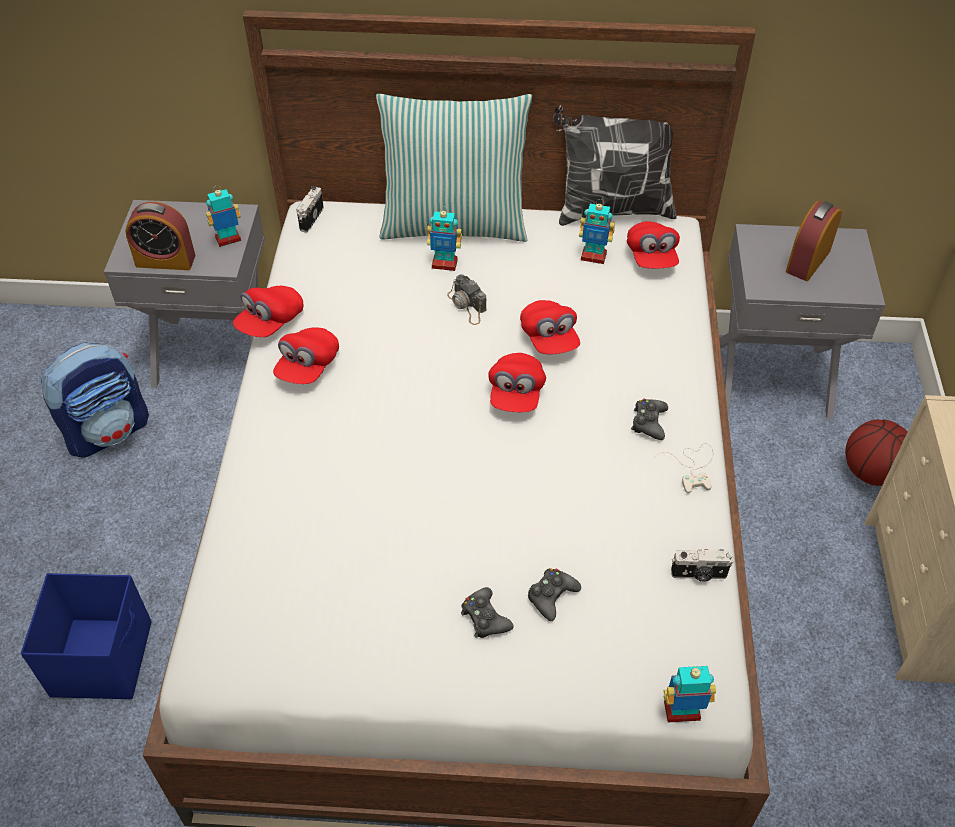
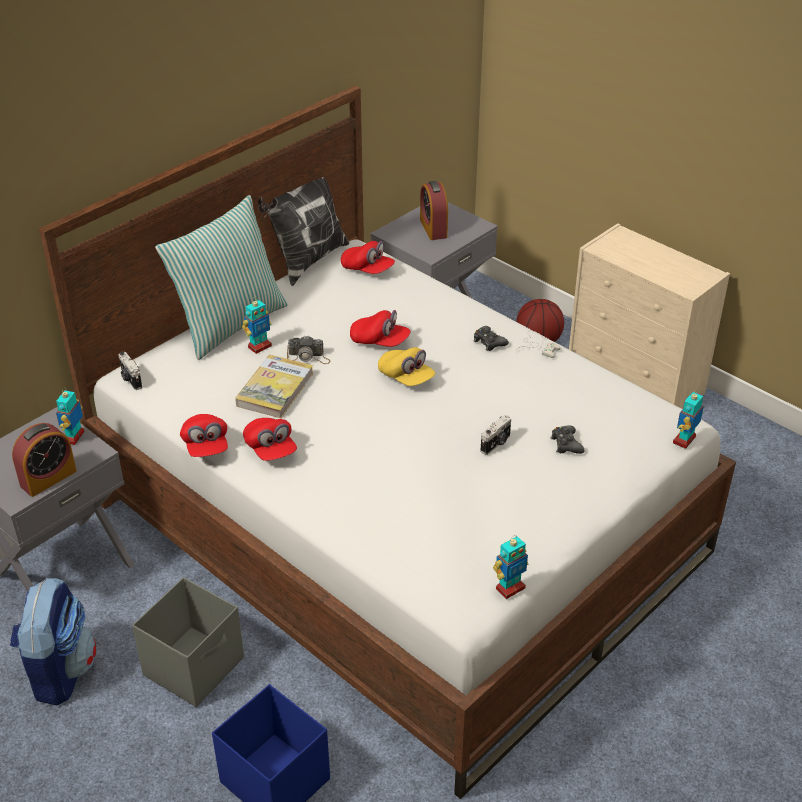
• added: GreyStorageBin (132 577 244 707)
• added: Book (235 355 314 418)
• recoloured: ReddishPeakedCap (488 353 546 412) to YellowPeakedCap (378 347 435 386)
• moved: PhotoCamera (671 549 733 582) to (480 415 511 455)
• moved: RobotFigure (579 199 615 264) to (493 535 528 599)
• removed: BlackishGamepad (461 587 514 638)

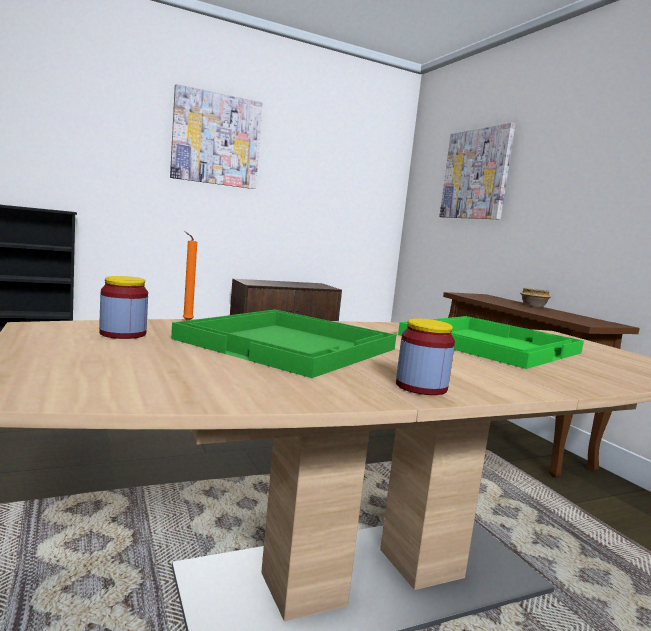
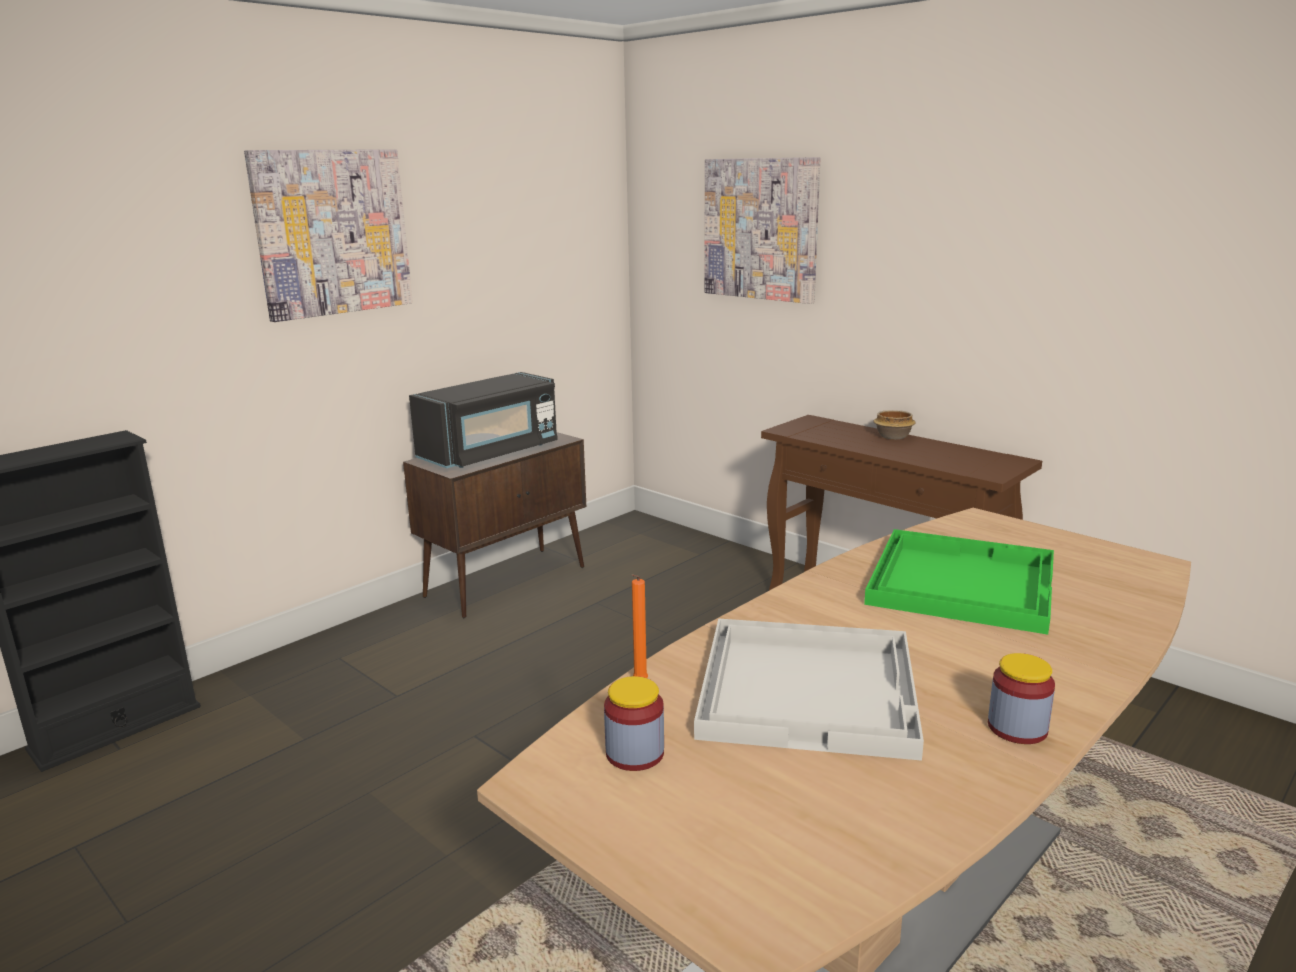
• added: BlackishMicrowaveOven (409 372 558 468)
• recoloured: GreenColouredCarryingTray (171 310 396 378) to WhiteColouredCarryingTray (694 618 924 761)

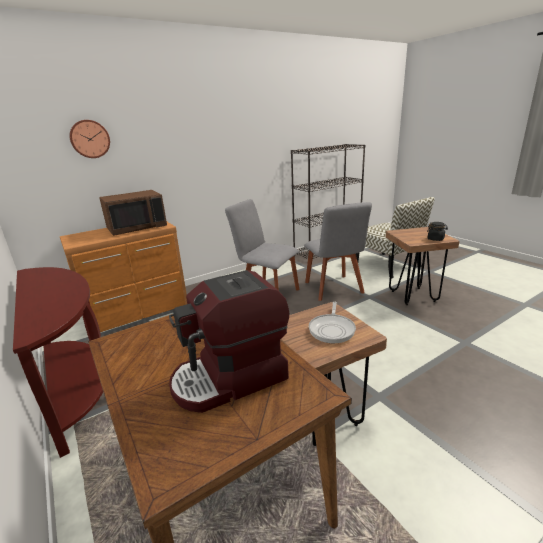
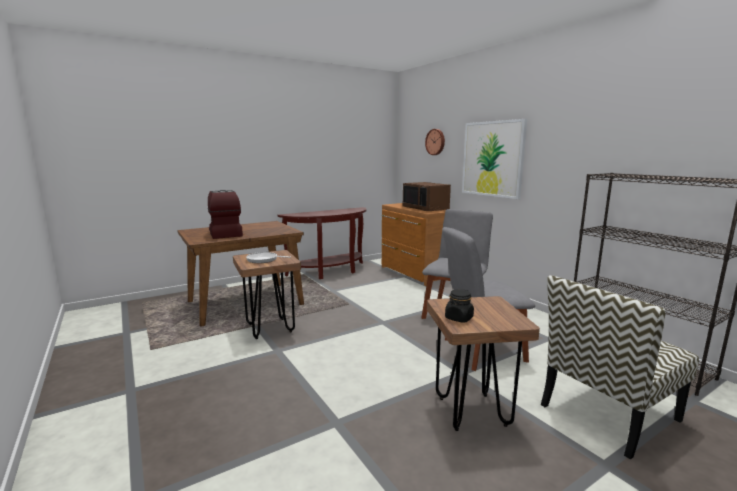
• added: WallPicture (462 119 527 199)

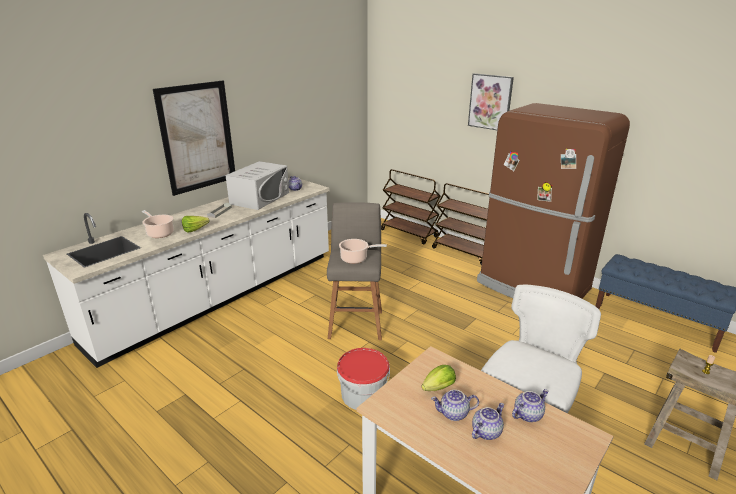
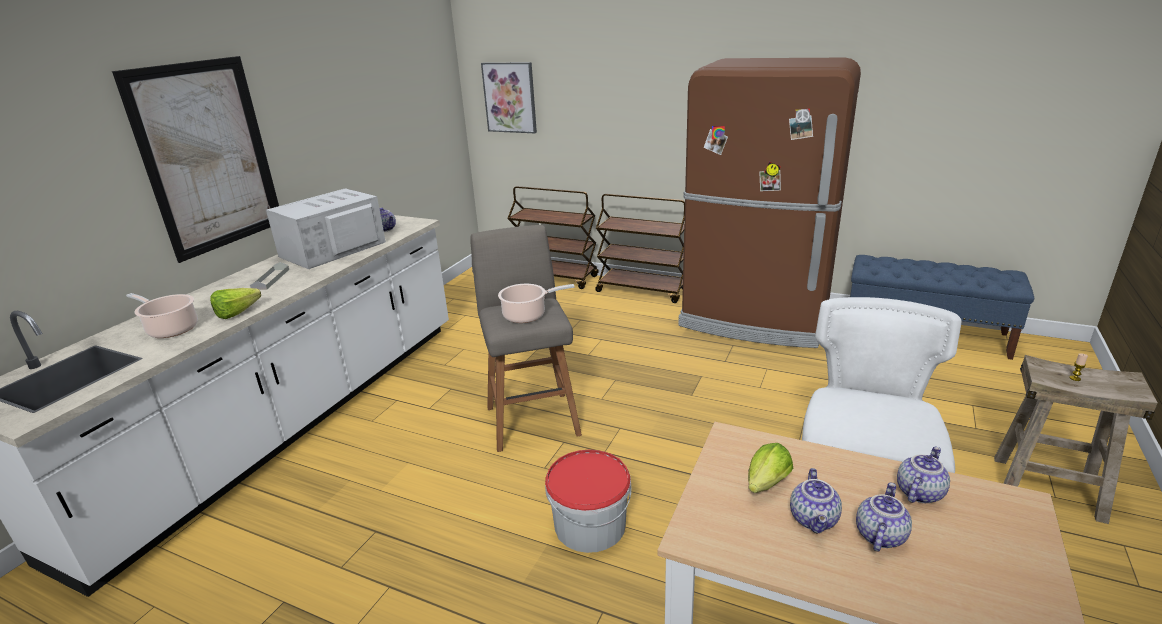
• turned: WhiteColouredMicrowaveOven (225 161 289 210) = (266 188 386 269) 150 degrees counterclockwise
• moved: WallPicture (468 73 514 130) to (481 62 537 133)
• turned: Teapot (431 390 479 421) = (790 468 842 533) 60 degrees counterclockwise

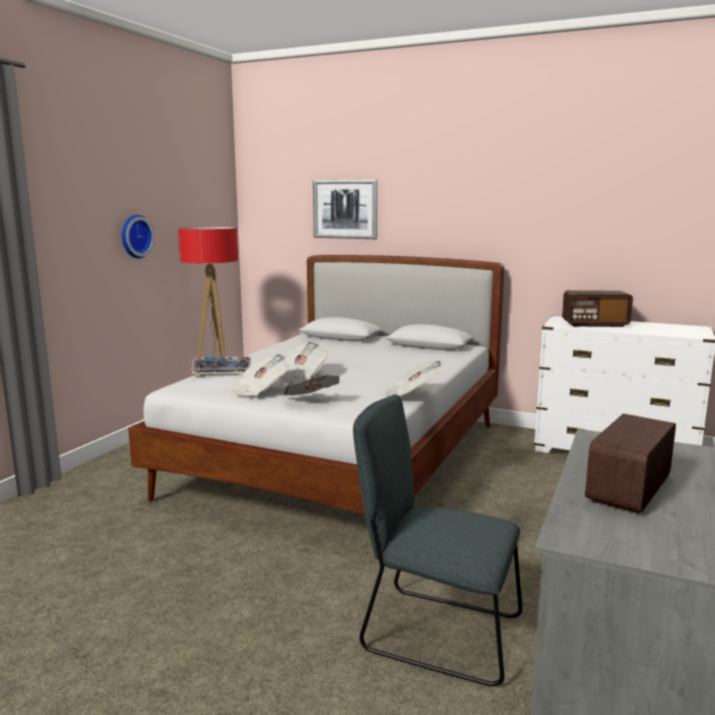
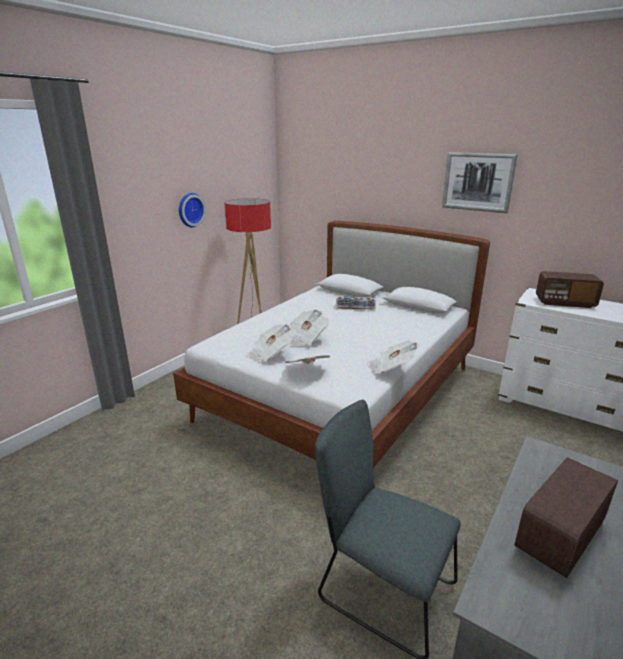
• moved: PcKeyboard (191 356 251 374) to (335 297 376 311)
• moved: WallPicture (313 179 378 239) to (442 152 518 213)

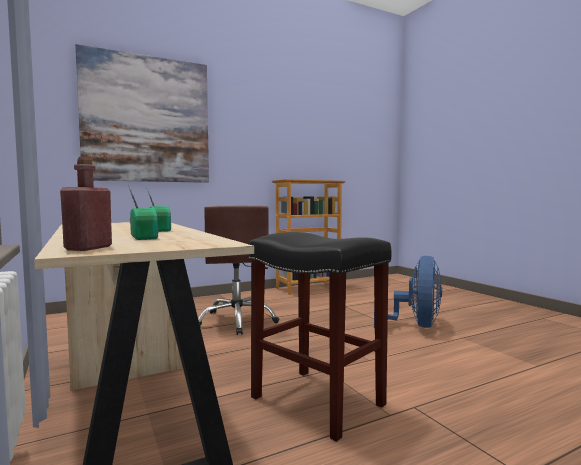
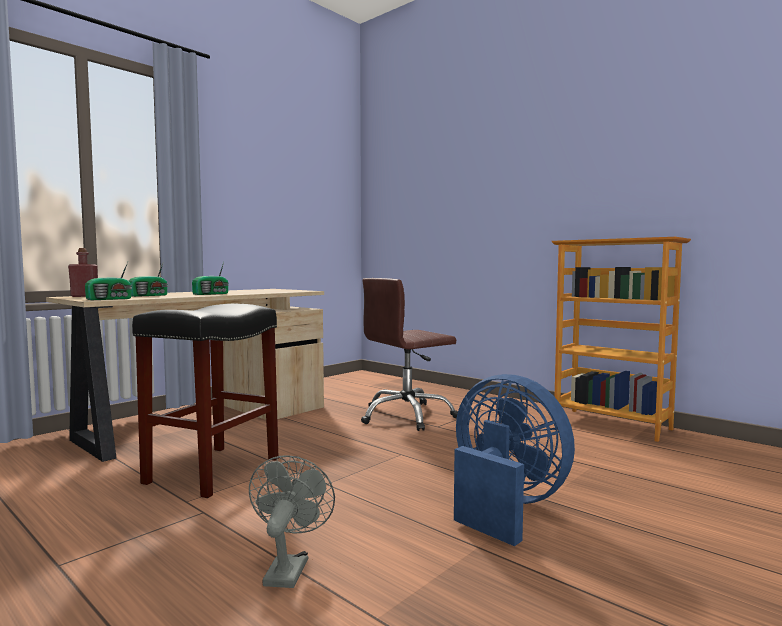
• added: Radio (85 260 132 300)
• added: GreyFan (249 455 335 588)
• turned: BlueColouredFan (374 256 442 328) = (454 374 575 546) 135 degrees counterclockwise
• removed: WallPicture (76 44 209 183)

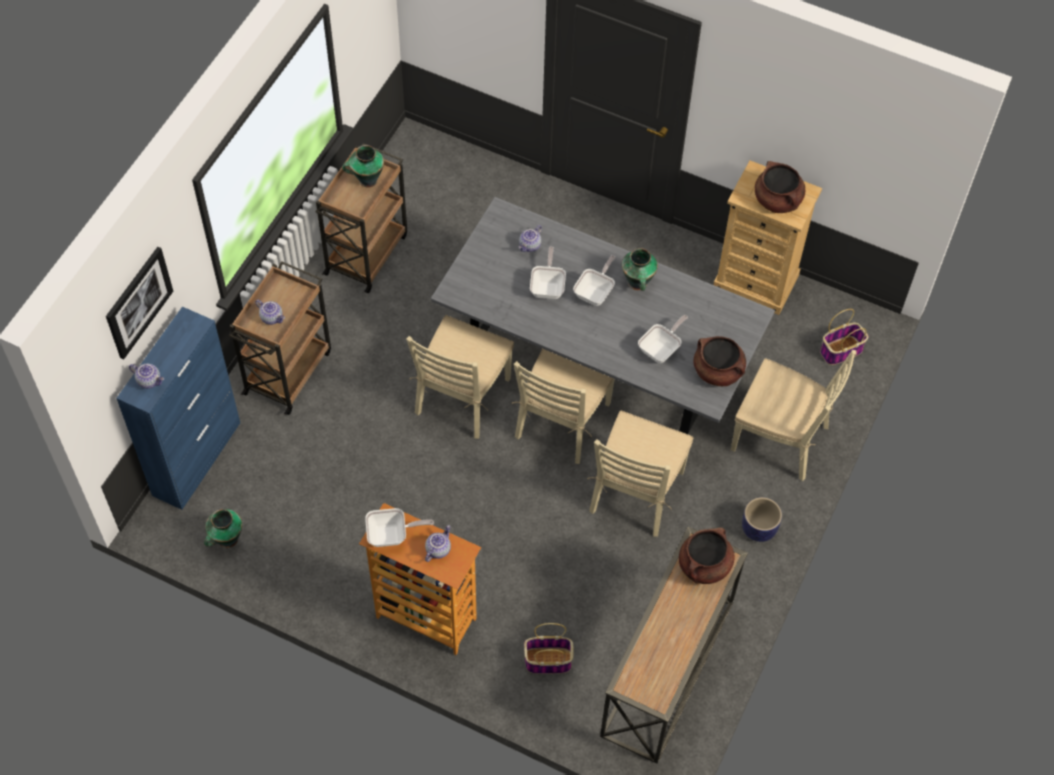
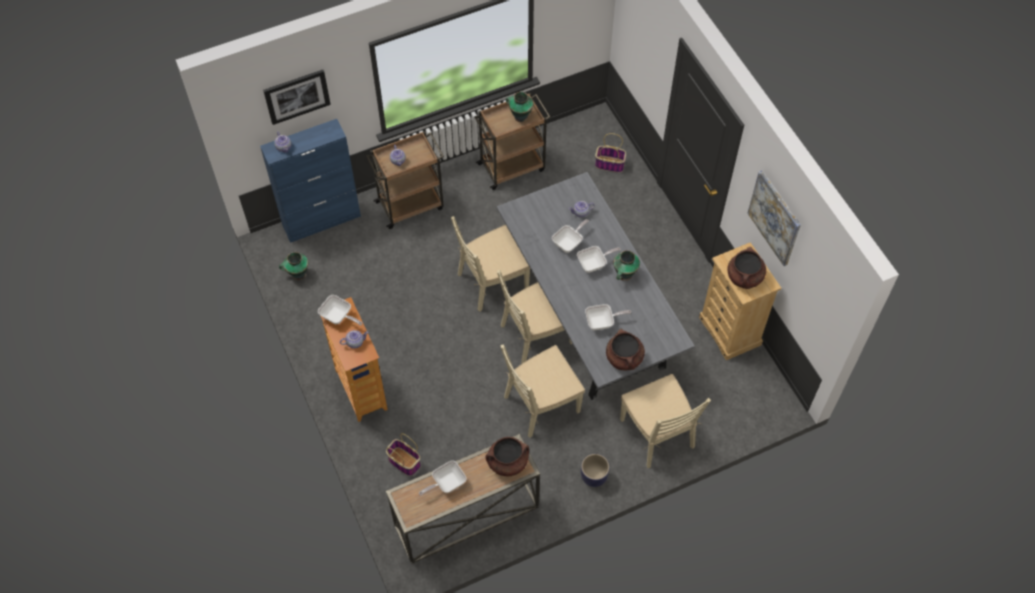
• added: Skillet (419 461 466 496)
• moved: HouseholdBasket (820 309 868 365) to (595 133 626 172)
• added: WallPicture (748 170 801 266)

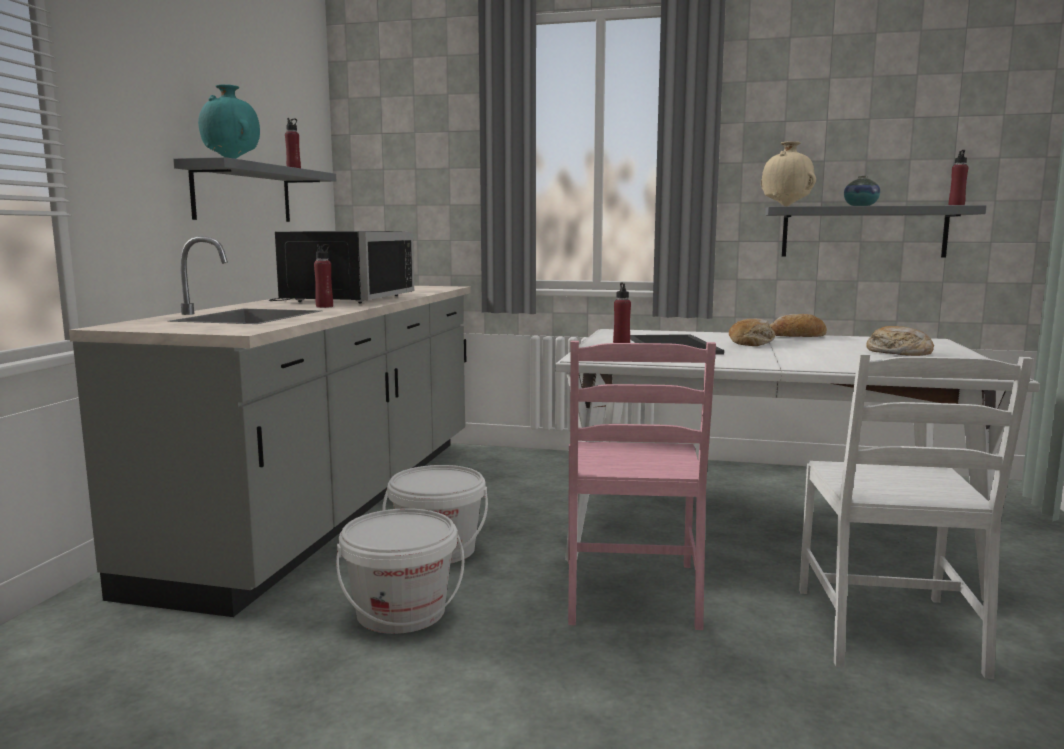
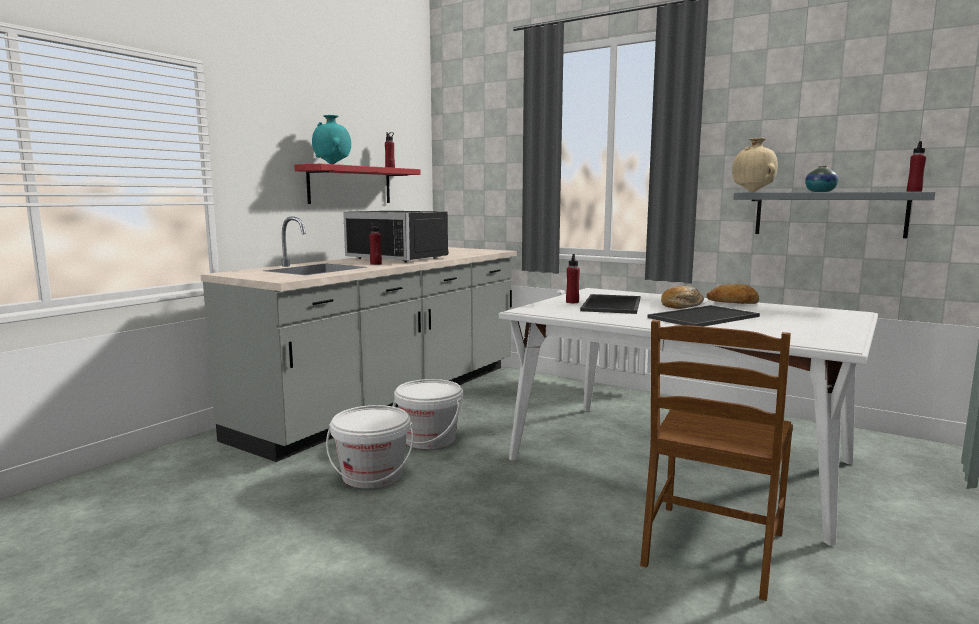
• recoloured: GreyBracketShelf (173 157 336 222) to ReddishBracketShelf (294 164 421 204)
• turned: BlackishMicrowaveOven (269 231 414 304) = (343 211 449 262) 90 degrees clockwise
• recoloured: WhiteColouredPlainChair (799 353 1034 679) to BrownColouredPlainChair (640 320 793 601)
• added: CarryingTray (647 305 760 326)
• removed: PinkColouredPlainChair (568 341 716 630)
• removed: Bread (866 326 934 356)

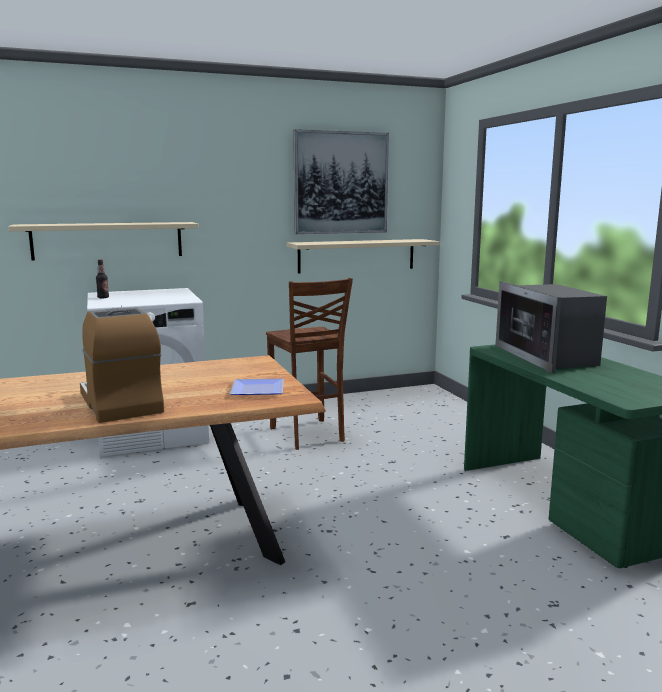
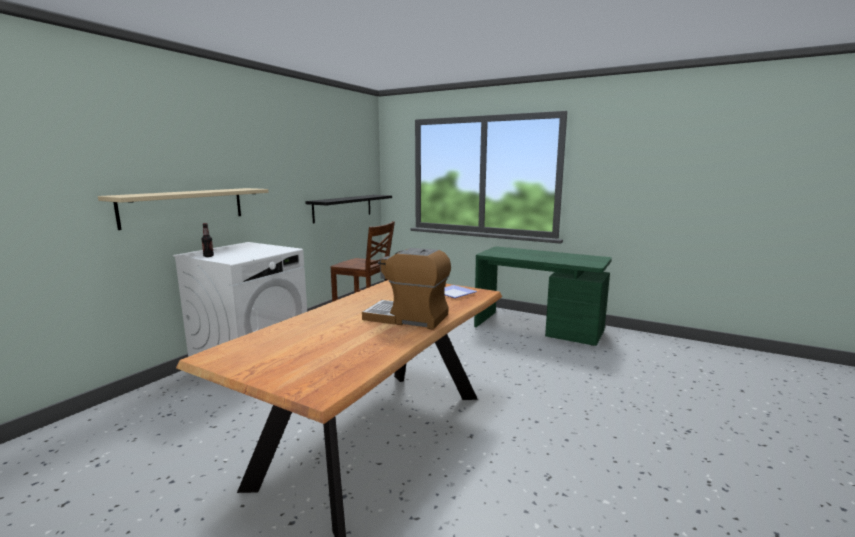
• recoloured: BeigeBracketShelf (286 239 440 273) to BlackishBracketShelf (305 195 392 223)
• removed: WallPicture (293 129 389 234)
• removed: MicrowaveOven (495 282 607 373)

